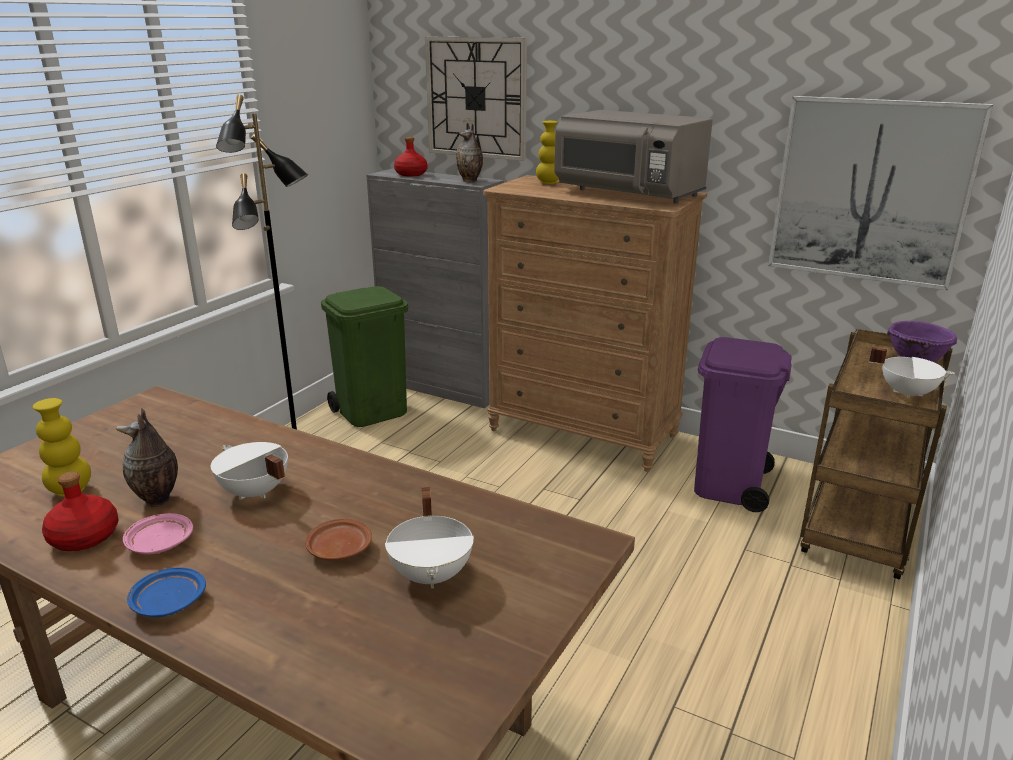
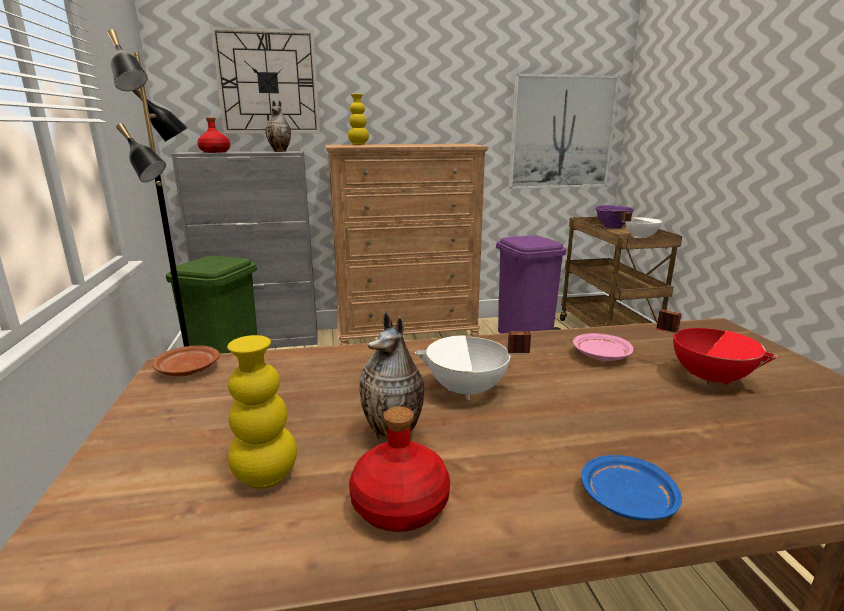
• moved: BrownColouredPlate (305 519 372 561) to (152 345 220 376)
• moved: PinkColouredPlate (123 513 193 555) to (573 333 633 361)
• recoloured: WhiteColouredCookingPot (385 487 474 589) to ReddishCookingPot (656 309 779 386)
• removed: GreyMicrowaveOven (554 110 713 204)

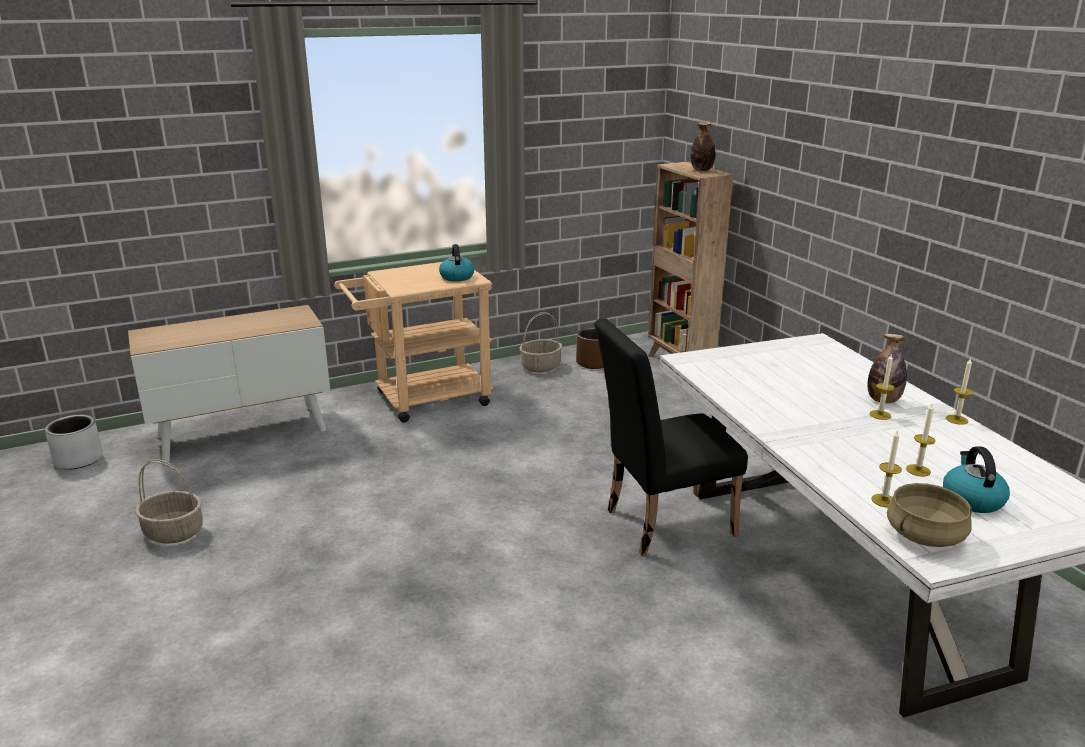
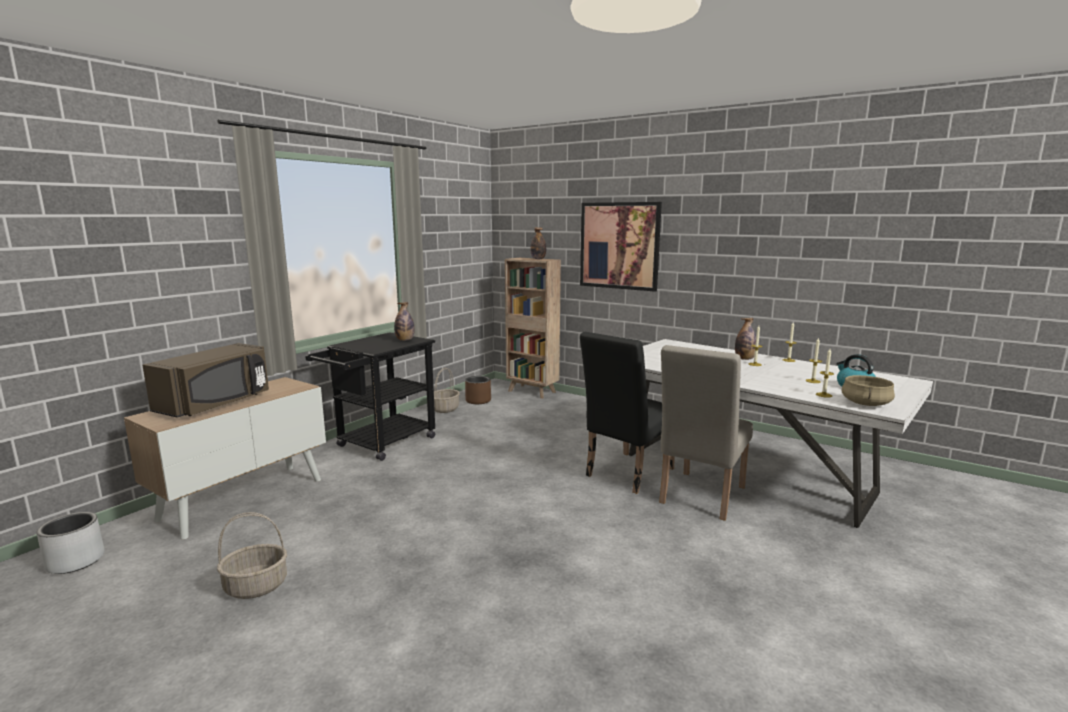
• added: BrownColouredMicrowaveOven (142 343 269 418)
• recoloured: BeigeCart (334 262 493 423) to BlackishCart (305 332 435 461)
• replaced: TeaKettle (439 244 474 282) to BeverageBottle (394 302 415 341)
• added: WallPicture (580 202 662 291)
• added: BeigePlainChair (659 345 753 521)

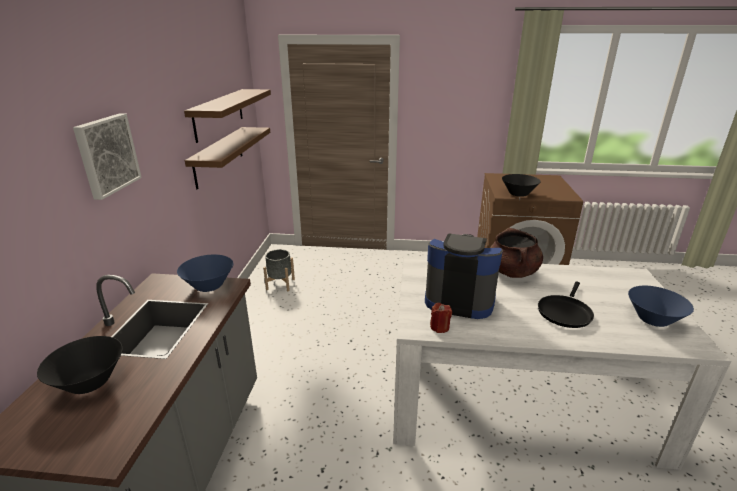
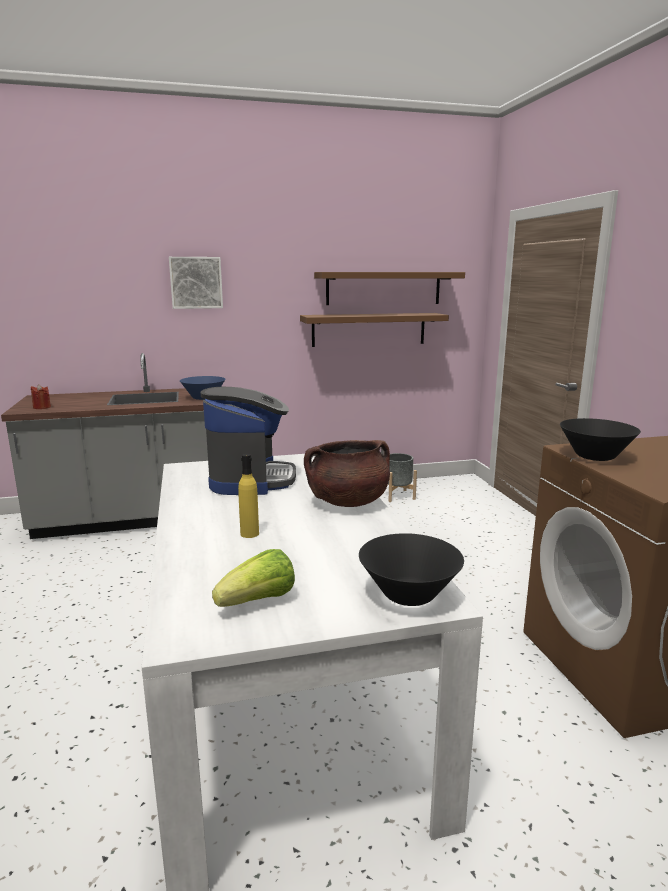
• moved: ReddishCandle (430 303 452 333) to (31 384 51 409)
• replaced: BlueColouredDeepDish (628 286 694 327) to LettuceHead (212 549 295 607)
• replaced: BlackishSkillet (538 281 594 328) to YellowBeverageBottle (238 454 259 538)
• moved: BlackishDeepDish (37 336 123 394) to (359 533 464 606)

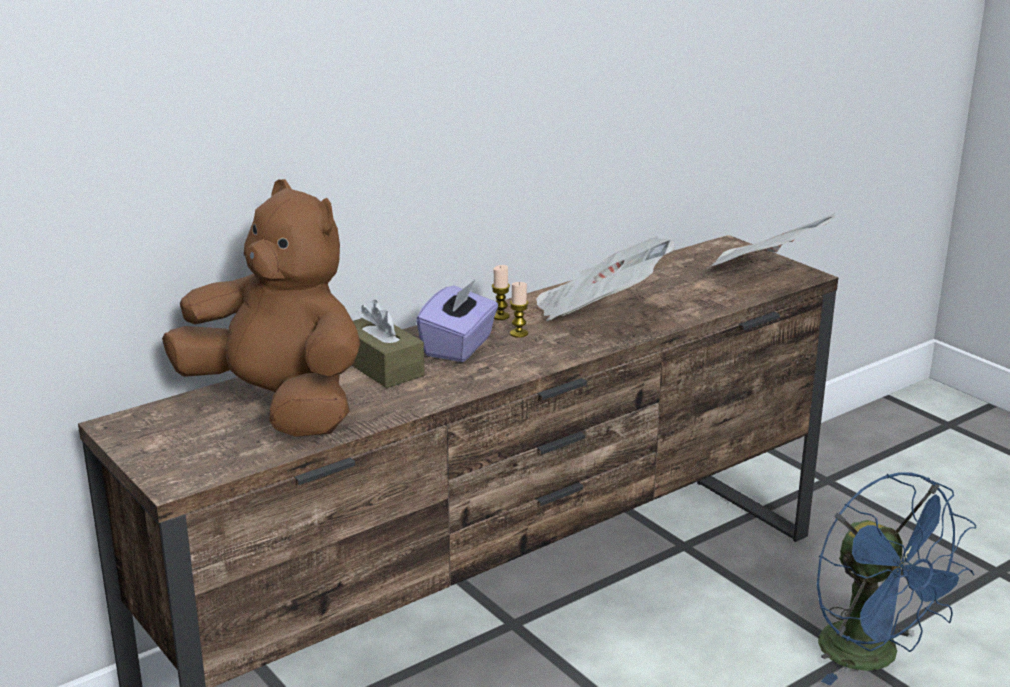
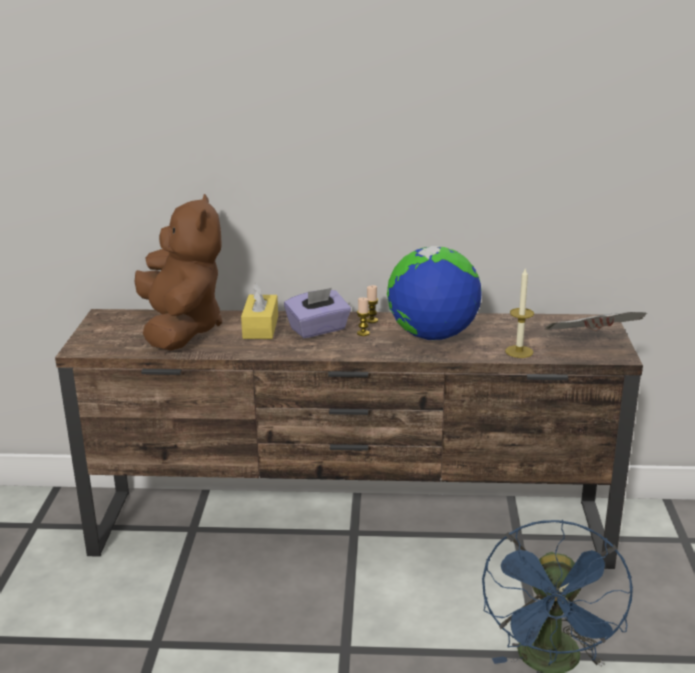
• recoloured: BrownColouredBoxOfTissues (352 300 424 388) to YellowBoxOfTissues (241 283 278 339)
• replaced: Newspaper (536 236 675 321) to WorldGlobe (387 246 482 340)
• added: Candle (505 267 534 358)

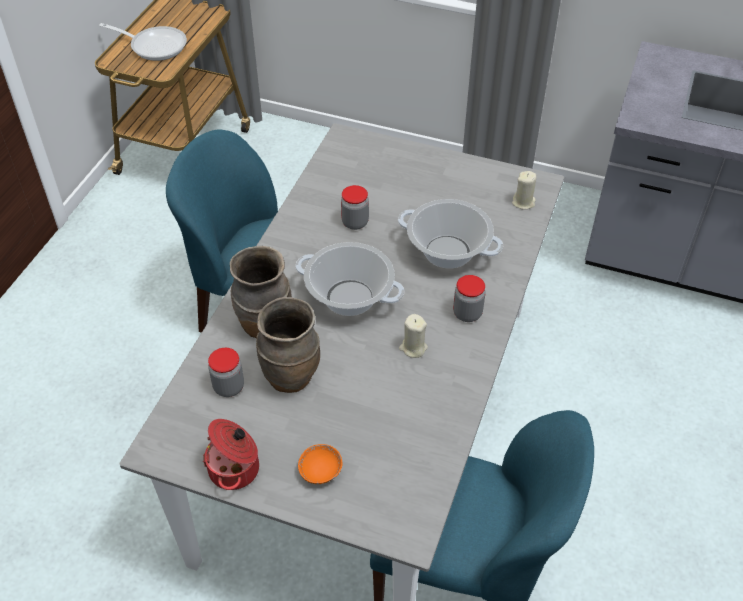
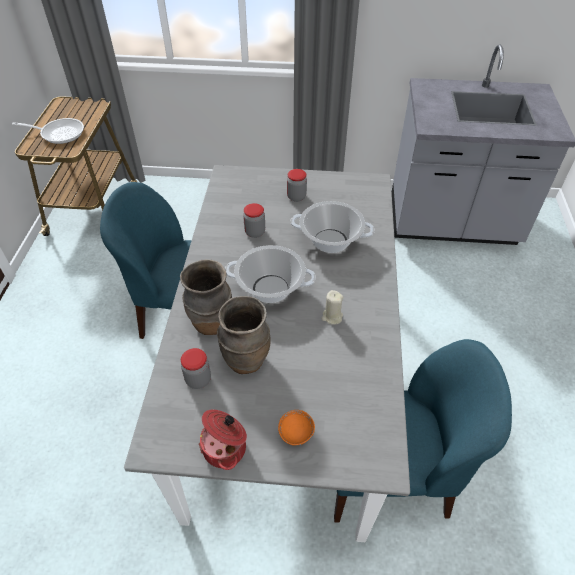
• moved: Jar (453 275 486 322) to (287 169 307 202)
• removed: BeigeCandle (512 171 536 210)

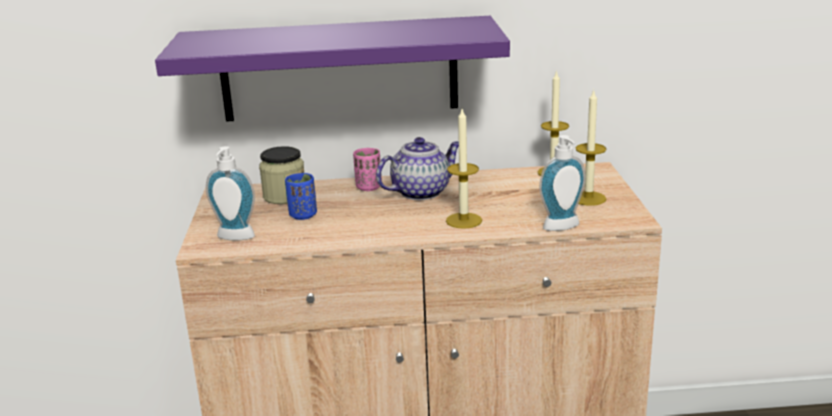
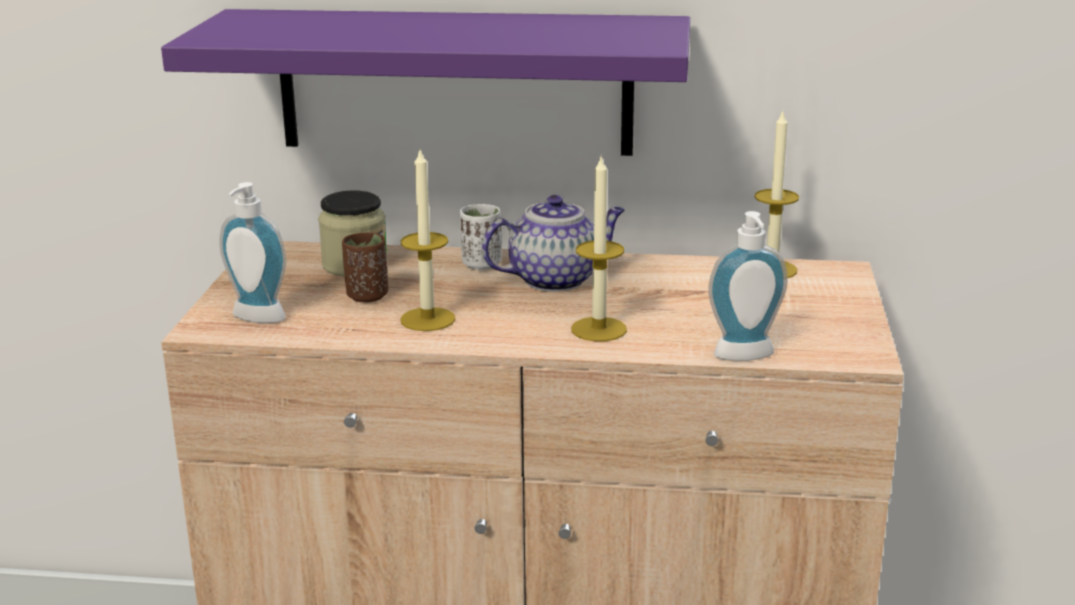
• recoloured: BlueColouredDrinkingCup (285 173 317 220) to BrownColouredDrinkingCup (342 232 388 302)
• moved: Candle (576 89 606 206) to (400 150 456 331)
• recoloured: PinkColouredDrinkingCup (353 148 382 191) to WhiteColouredDrinkingCup (460 204 502 270)

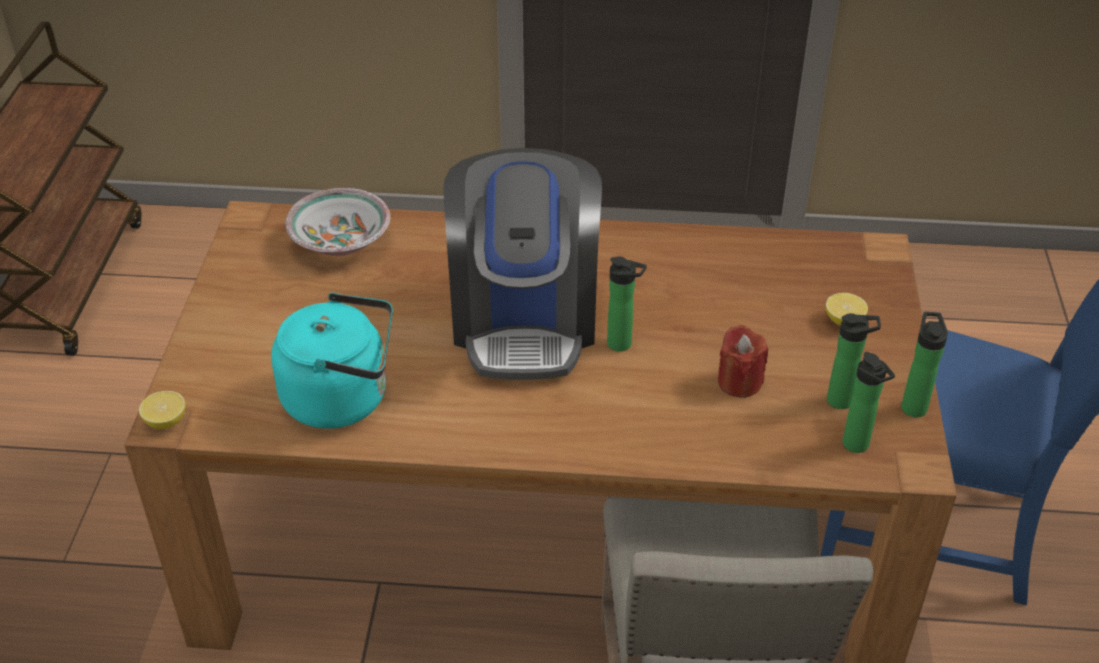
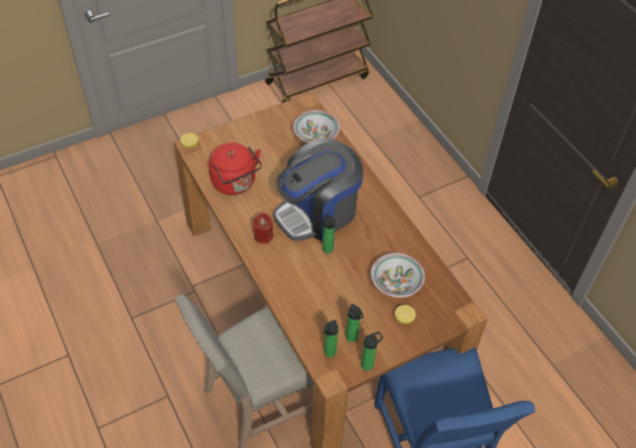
• recoloured: TurquoiseTeaKettle (271 293 393 429) to ReddishTeaKettle (209 143 262 195)
• moved: ReddishCandle (718 325 768 398) to (253 213 273 244)
• added: DeepDish (371 253 425 298)

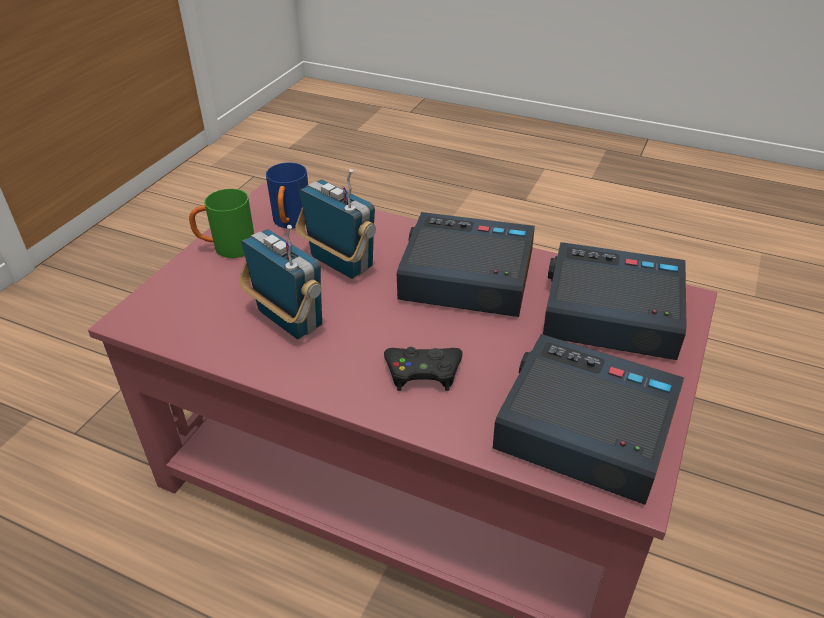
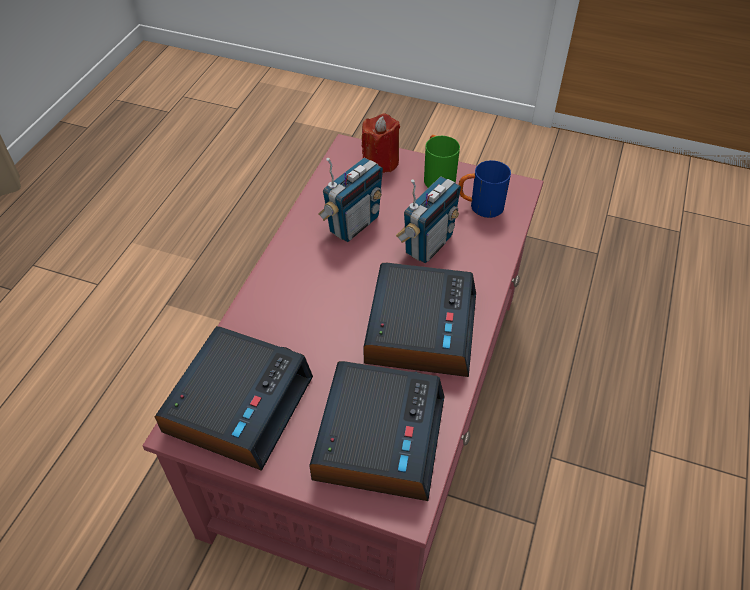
• added: ReddishCandle (362 113 400 173)
• removed: BlackishGamepad (384 347 463 391)

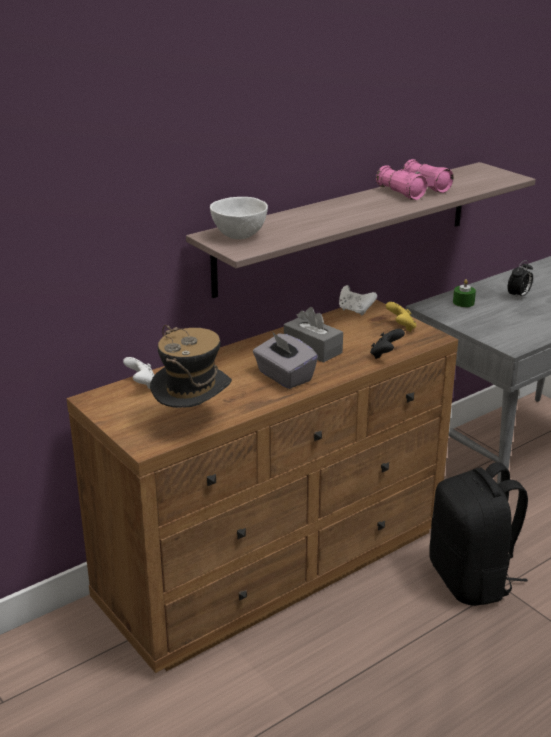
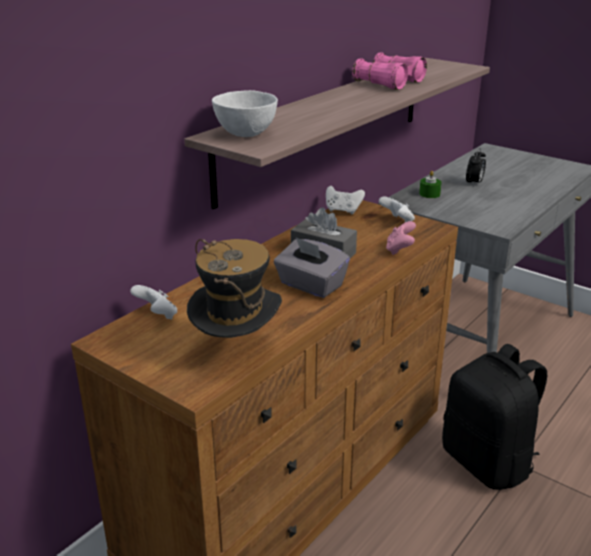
• recoloured: YellowGamepad (385 302 416 332) to WhiteColouredGamepad (379 197 415 222)
• recoloured: BlackishGamepad (370 329 405 359) to PinkColouredGamepad (386 221 416 255)

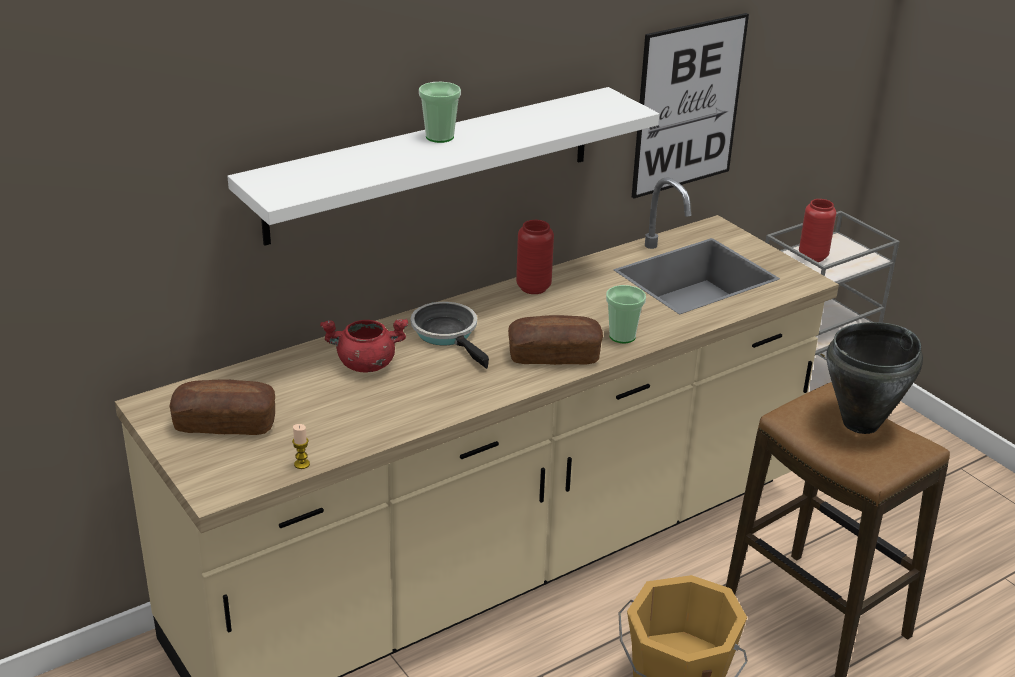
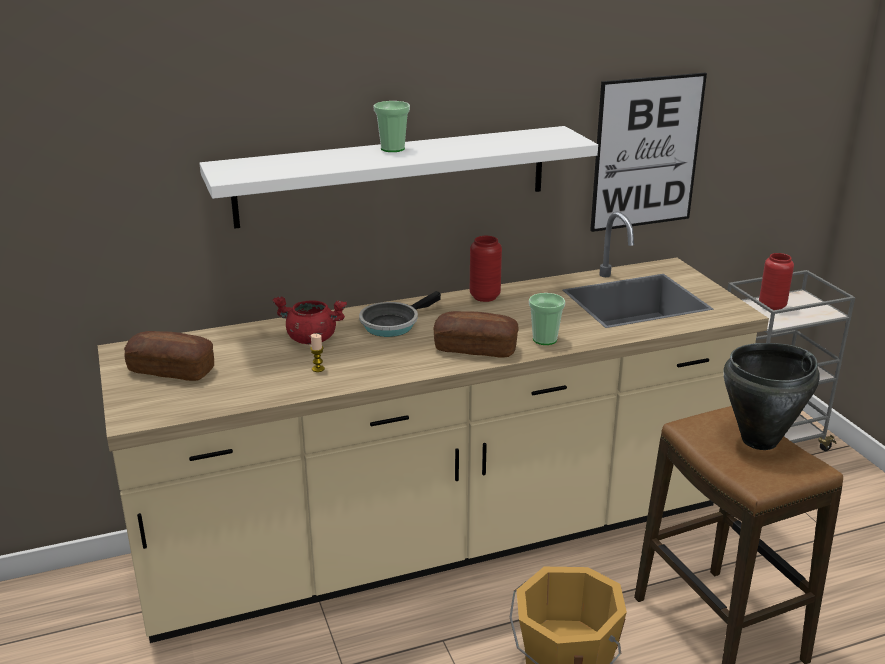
• moved: Candle (292 424 310 469) to (310 334 325 372)
• turned: Skillet (411 302 489 369) = (359 291 441 337) 120 degrees counterclockwise

